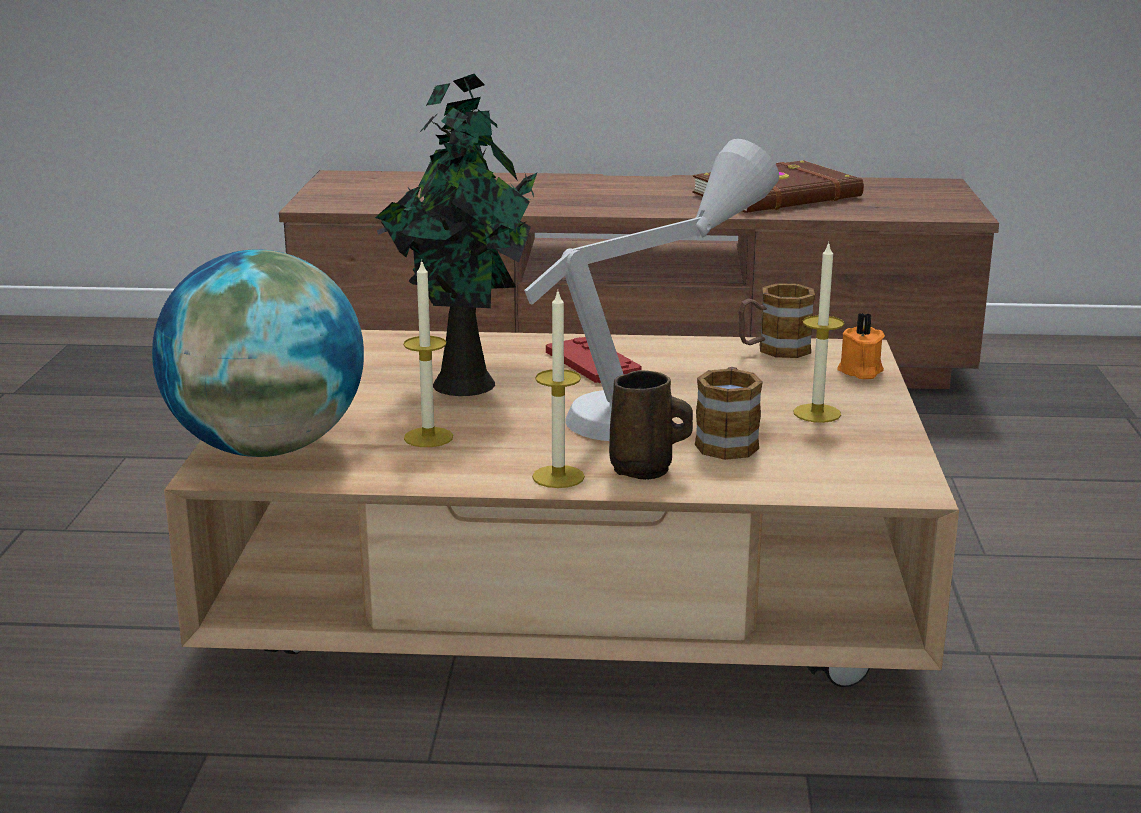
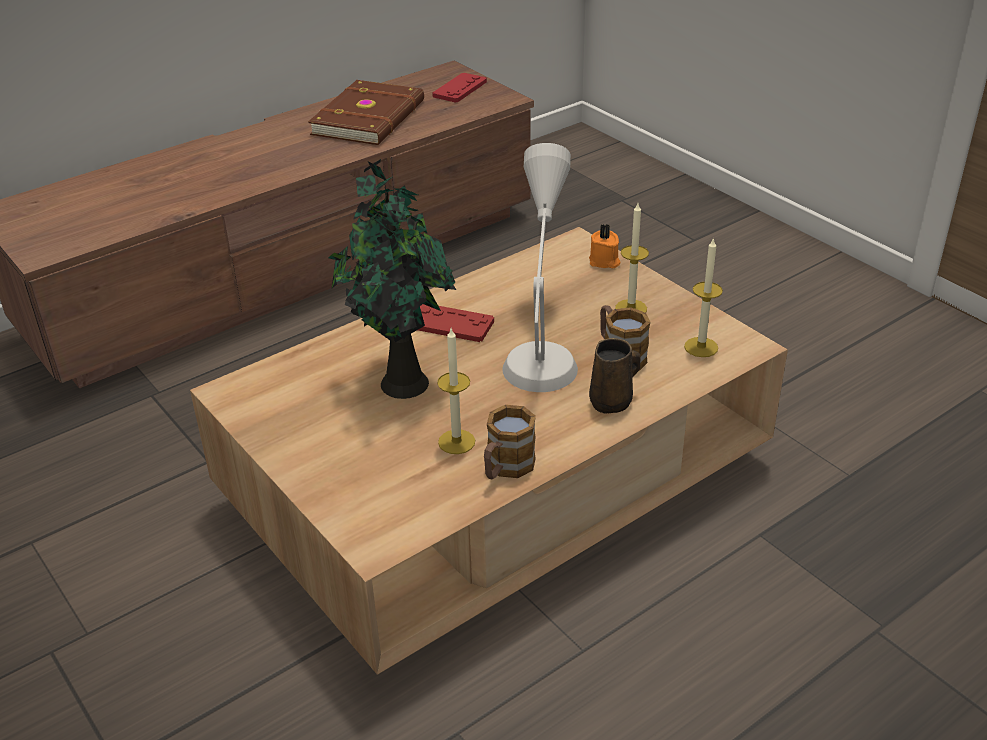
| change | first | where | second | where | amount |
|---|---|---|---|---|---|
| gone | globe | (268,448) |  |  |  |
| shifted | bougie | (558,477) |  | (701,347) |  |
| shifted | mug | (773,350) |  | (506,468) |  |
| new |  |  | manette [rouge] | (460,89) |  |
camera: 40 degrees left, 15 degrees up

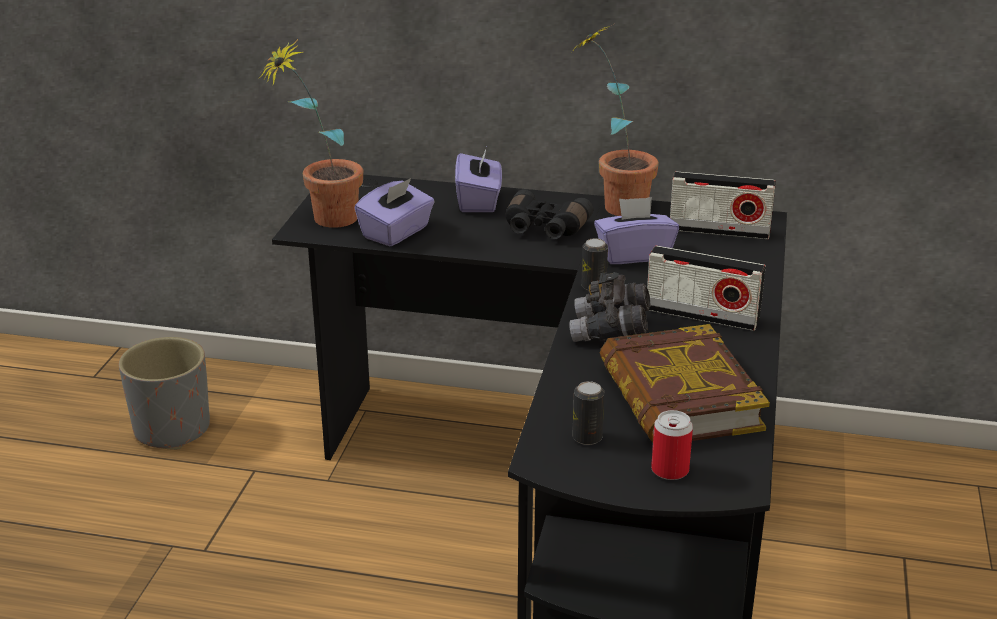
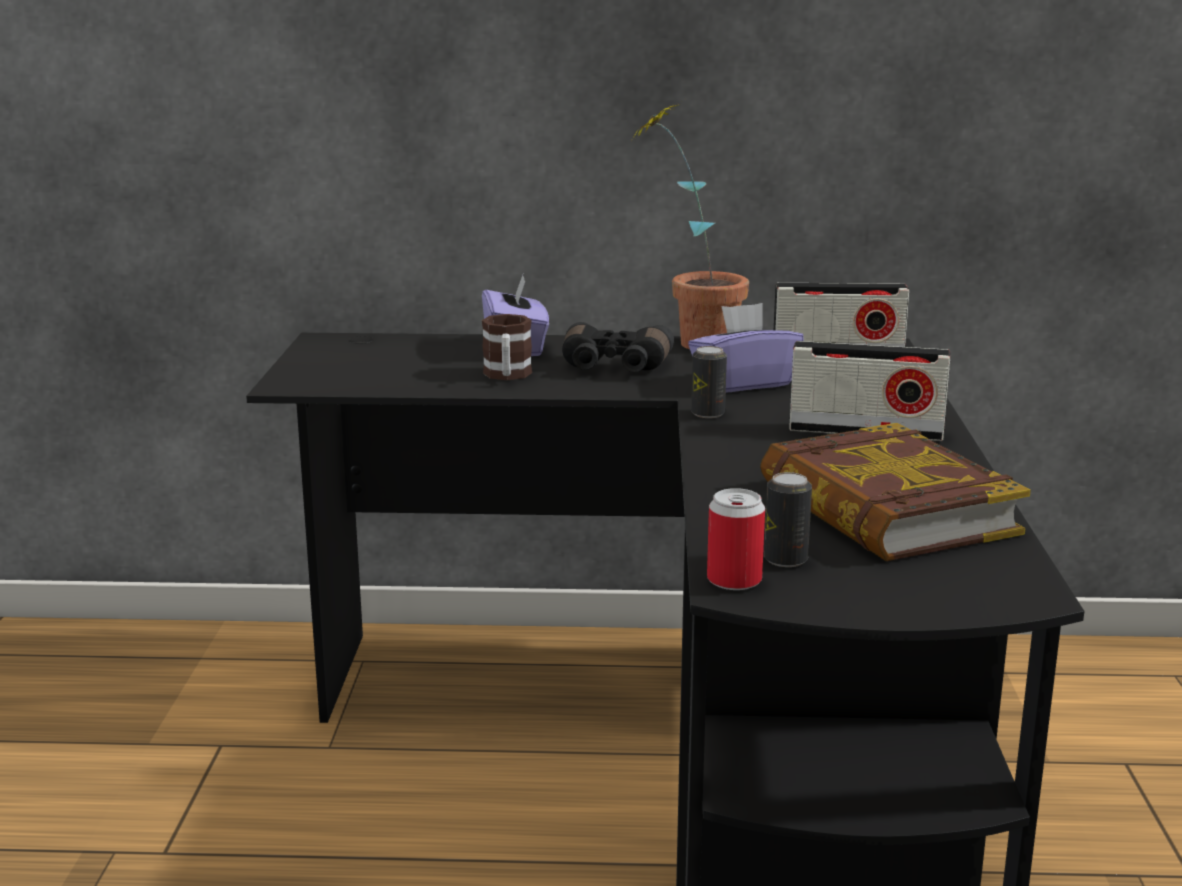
| change | first | where | second | where | amount |
|---|---|---|---|---|---|
| gone | cache-pot [gris] | (172,430) |  |  |  |
| gone | plante en pot | (322,221) |  |  |  |
| gone | boîte à mouchoirs [violet] | (396,233) |  |  |  |
| gone | jumelles [gris] | (610,332) |  |  |  |
| shifted | boîte métallique | (670,470) |  | (734,580) |  |
| new |  |  | mug | (507,376) |  |
camera: 10 degrees left, 10 degrees down

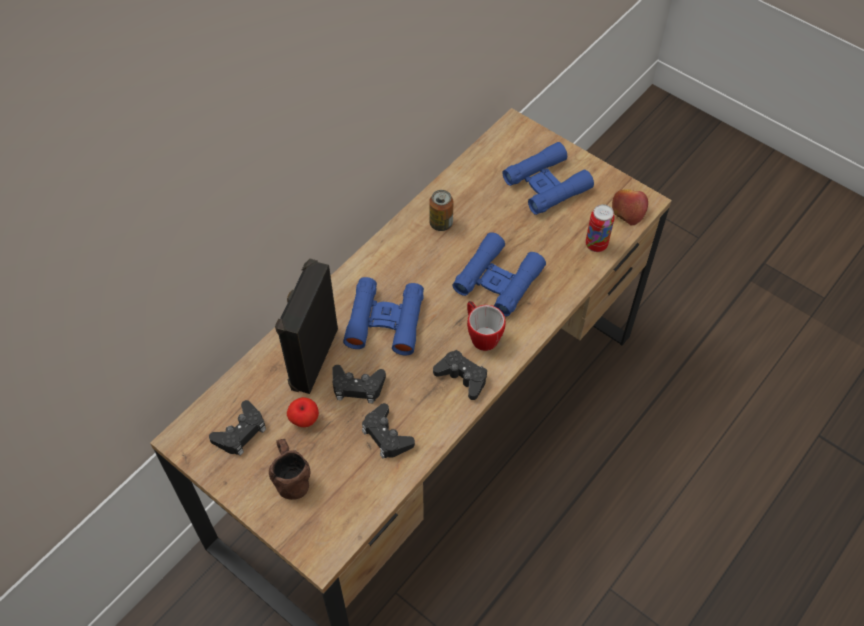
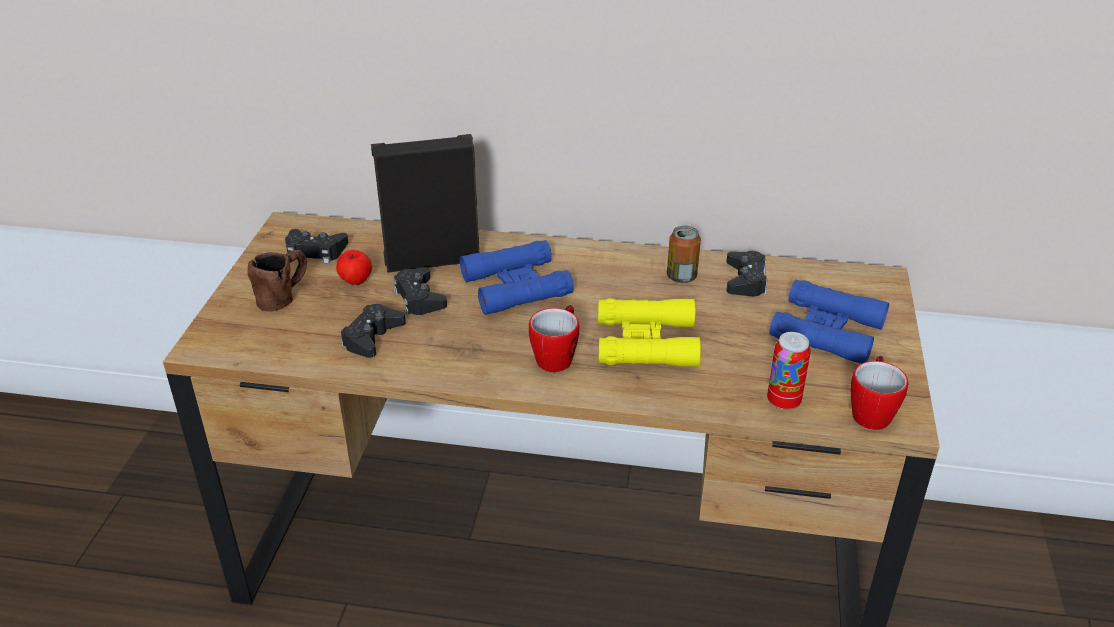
| change | first | where | second | where | amount |
|---|---|---|---|---|---|
| shifted | manette [noir] | (462,377) |  | (745,280) |  |
| repainted | jumelles [bleu] | (498,280) | jumelles [jaune] | (646,342) |  |
| swapped | pomme | (628,210) | mug | (871,411) |  |
camera: 60 degrees right, 20 degrees down

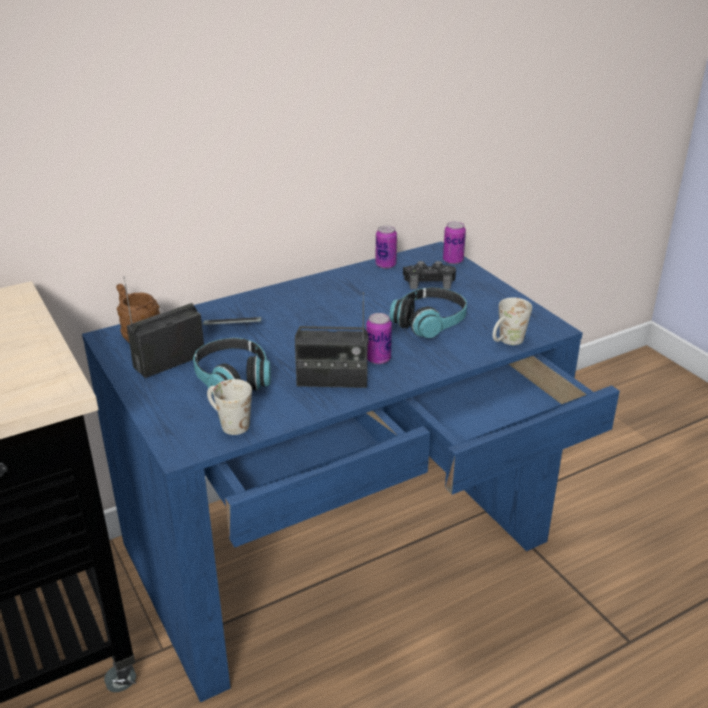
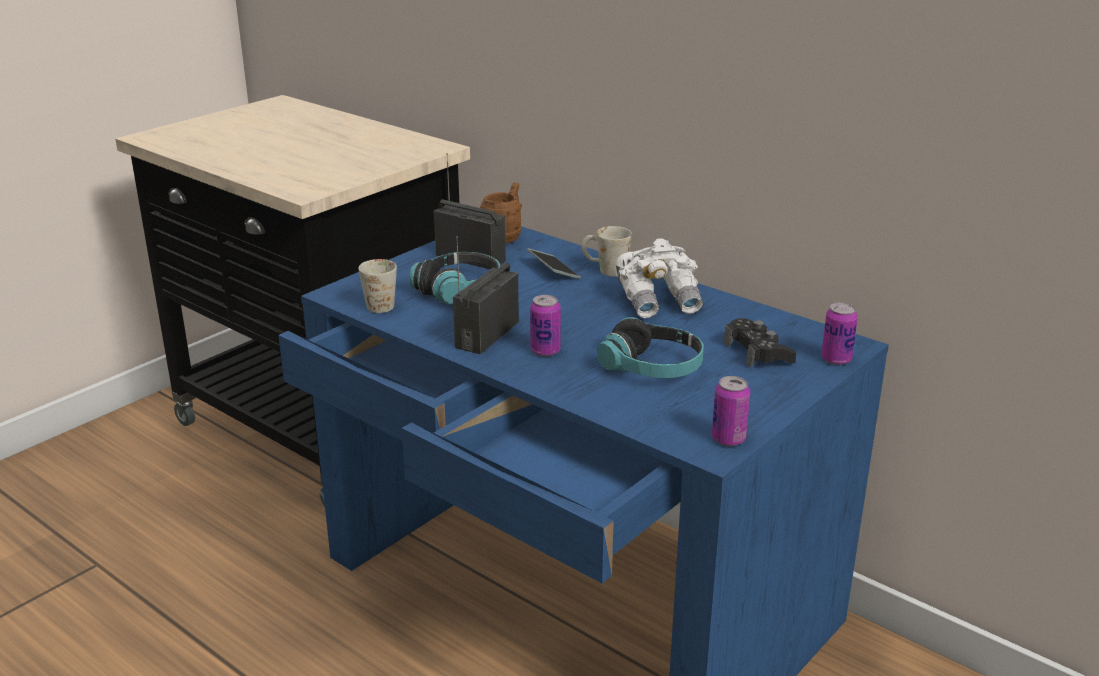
| change | first | where | second | where | amount |
|---|---|---|---|---|---|
| rotated | radio | (332,380) |  | (487,334) | 45 degrees clockwise |
| shifted | boîte métallique | (385,265) |  | (728,439) |  |
| shifted | mug [blanc] | (506,342) |  | (604,270) |  |
| new |  |  | jumelles [blanc] | (659,301) |  |
camera: 70 degrees right, 5 degrees down

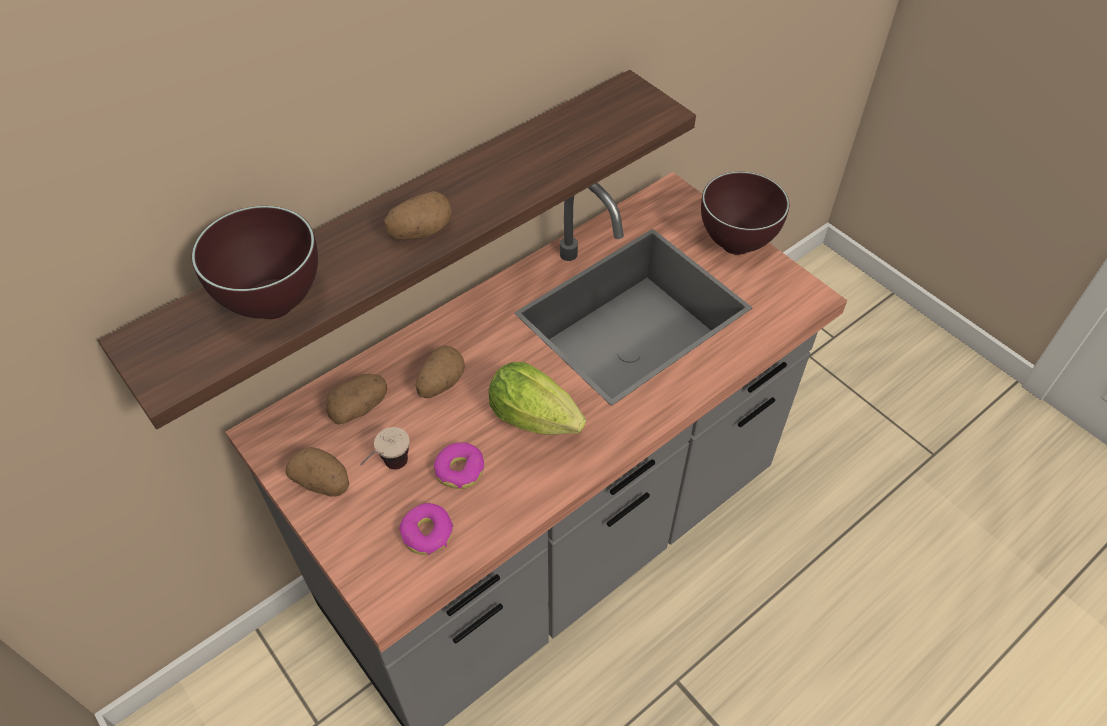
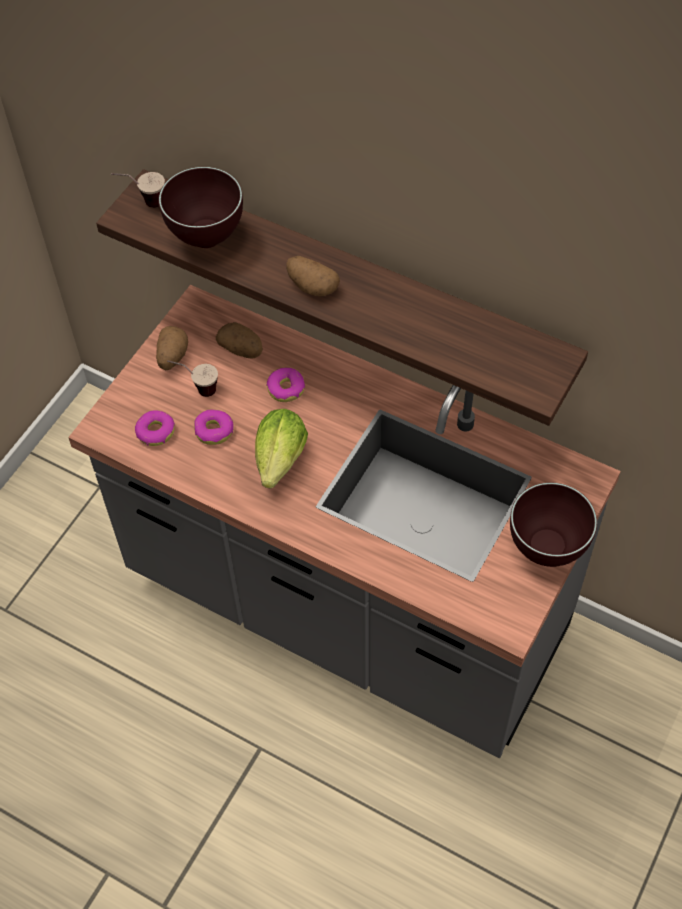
| change | first | where | second | where | amount |
|---|---|---|---|---|---|
| swapped | pomme de terre | (440,383) | beignet | (286,388) |  |
| new |  |  | tasse | (143,203) |  |
camera: 70 degrees right, 5 degrees up

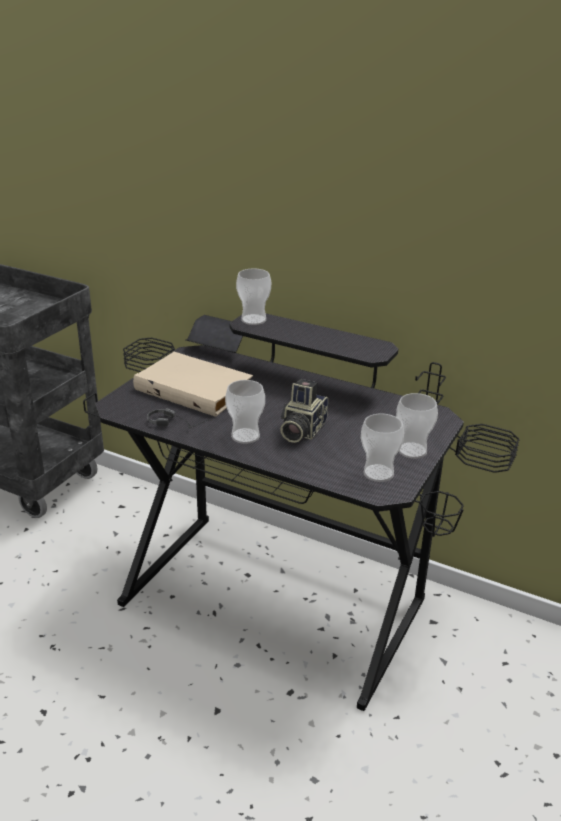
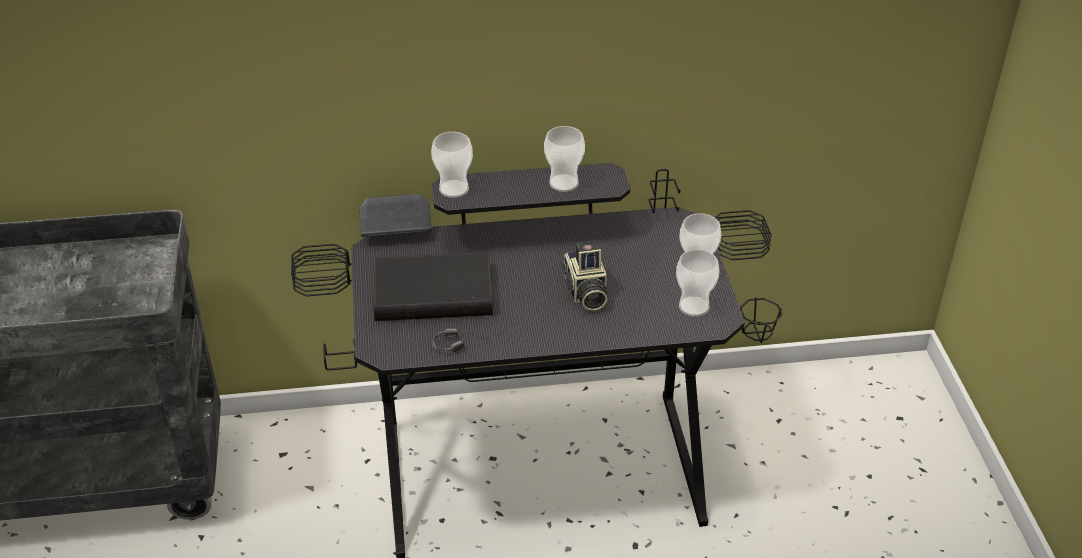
| change | first | where | second | where | amount |
|---|---|---|---|---|---|
| repainted | livre [beige] | (196,388) | livre [noir] | (434,291) |  |
| shifted | tasse | (245,436) |  | (563,183) |  |
camera: 35 degrees left, 10 degrees up

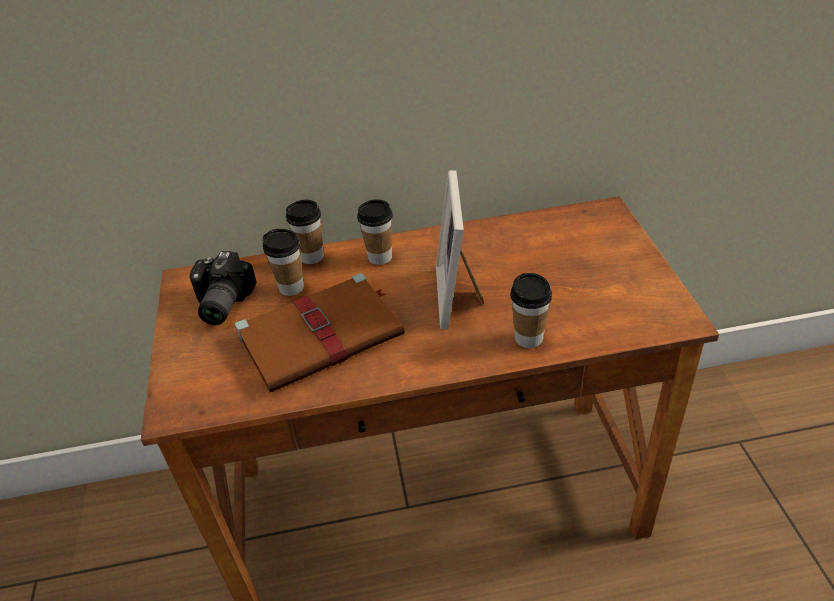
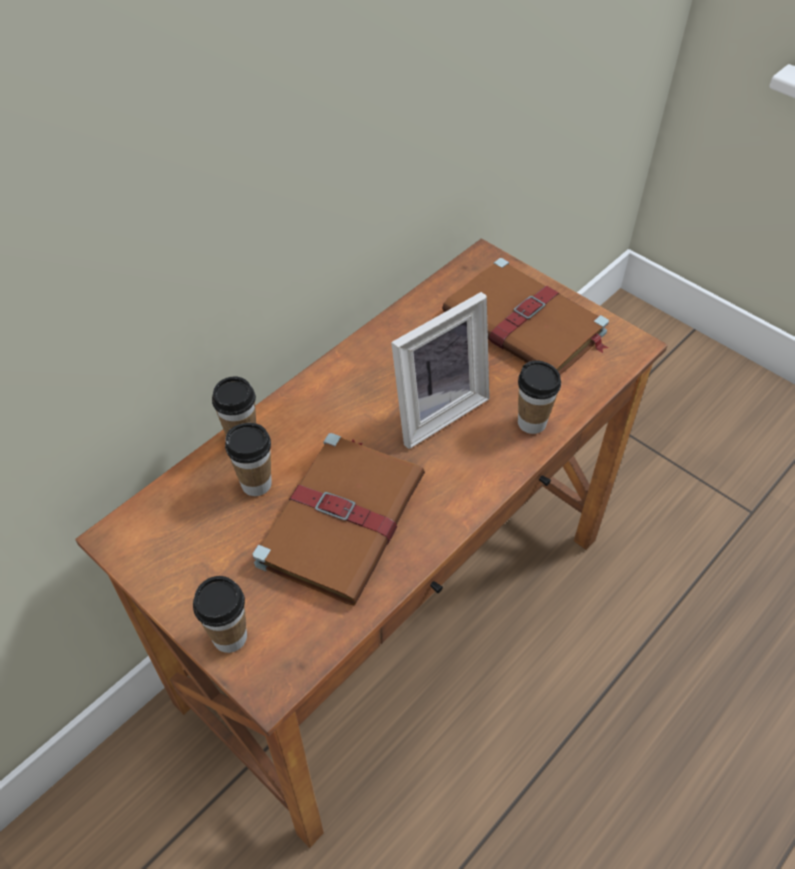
| change | first | where | second | where | amount |
|---|---|---|---|---|---|
| gone | appareil photo | (219,304) |  |  |  |
| shifted | tasse | (380,257) |  | (230,637) |  |
| rotated | cadre photo | (460,296) |  | (434,410) | 90 degrees counterclockwise |
| new |  |  | livre [marron] | (526,324) |  |
camera: 40 degrees left, 10 degrees up

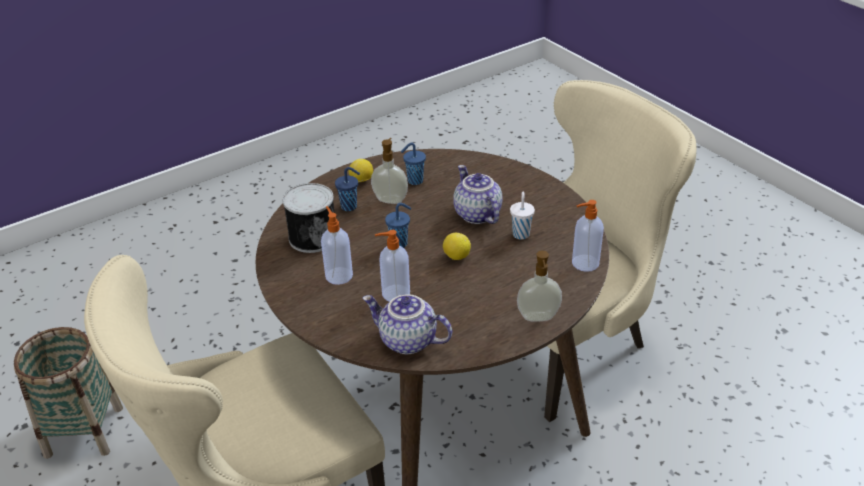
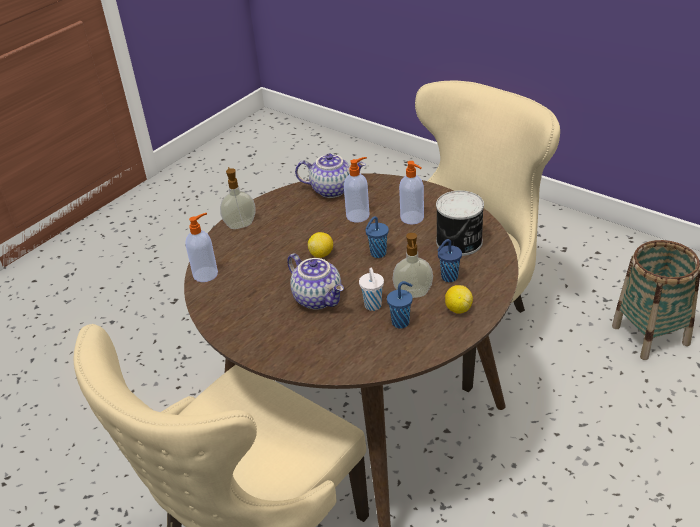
| change | first | where | second | where | amount |
|---|---|---|---|---|---|
| shifted | tasse [blanc] | (521,234) |  | (373,306) |  |
camera: 165 degrees right, 0 degrees up

